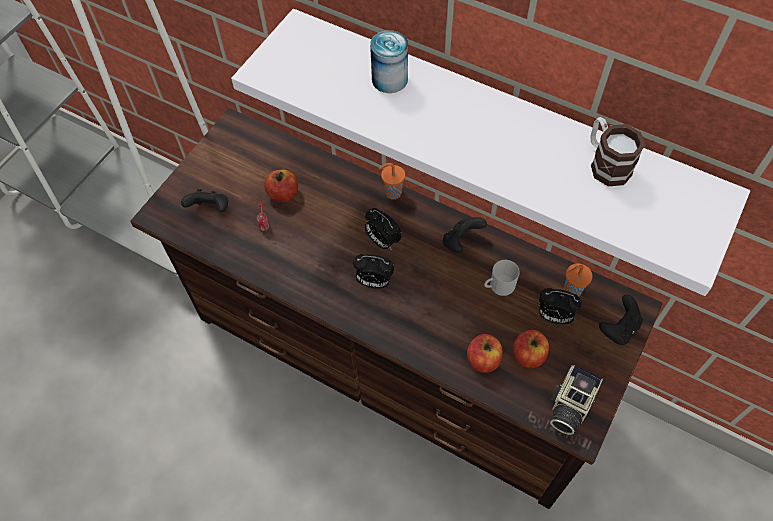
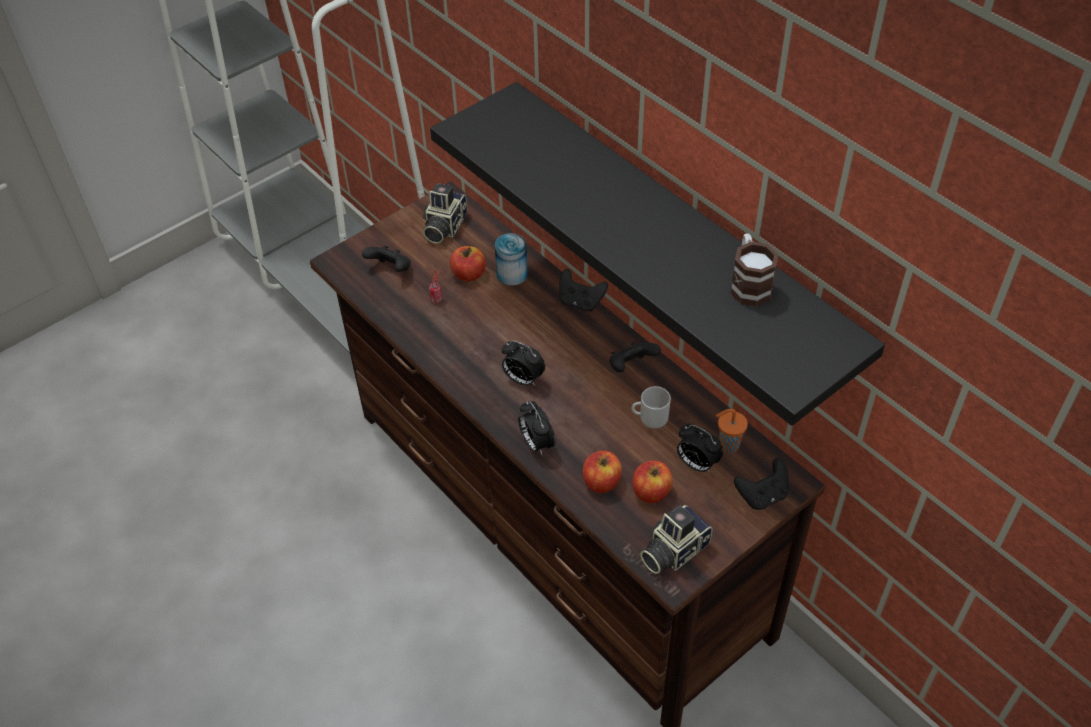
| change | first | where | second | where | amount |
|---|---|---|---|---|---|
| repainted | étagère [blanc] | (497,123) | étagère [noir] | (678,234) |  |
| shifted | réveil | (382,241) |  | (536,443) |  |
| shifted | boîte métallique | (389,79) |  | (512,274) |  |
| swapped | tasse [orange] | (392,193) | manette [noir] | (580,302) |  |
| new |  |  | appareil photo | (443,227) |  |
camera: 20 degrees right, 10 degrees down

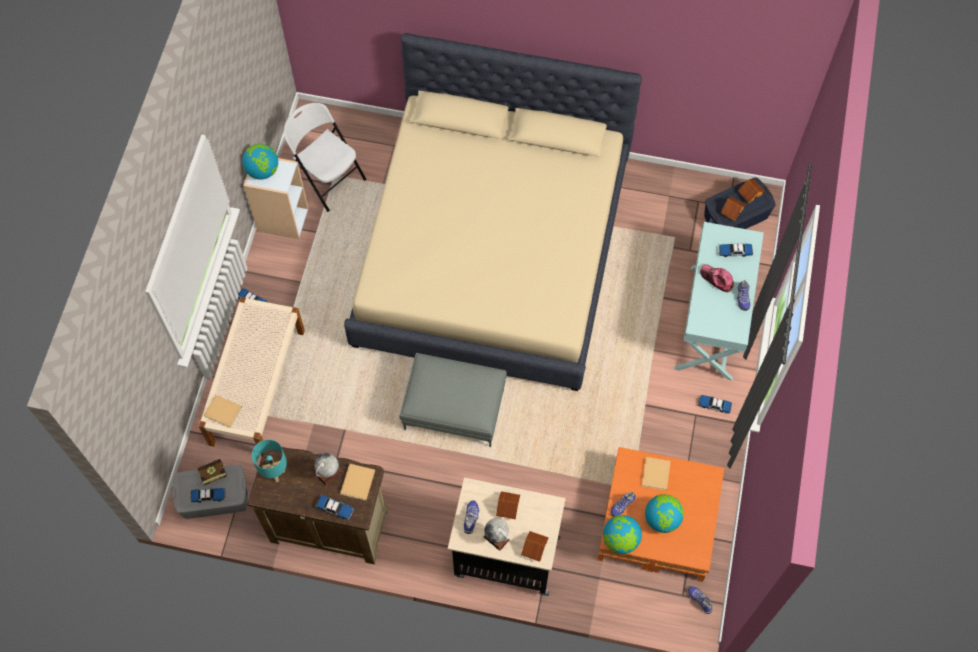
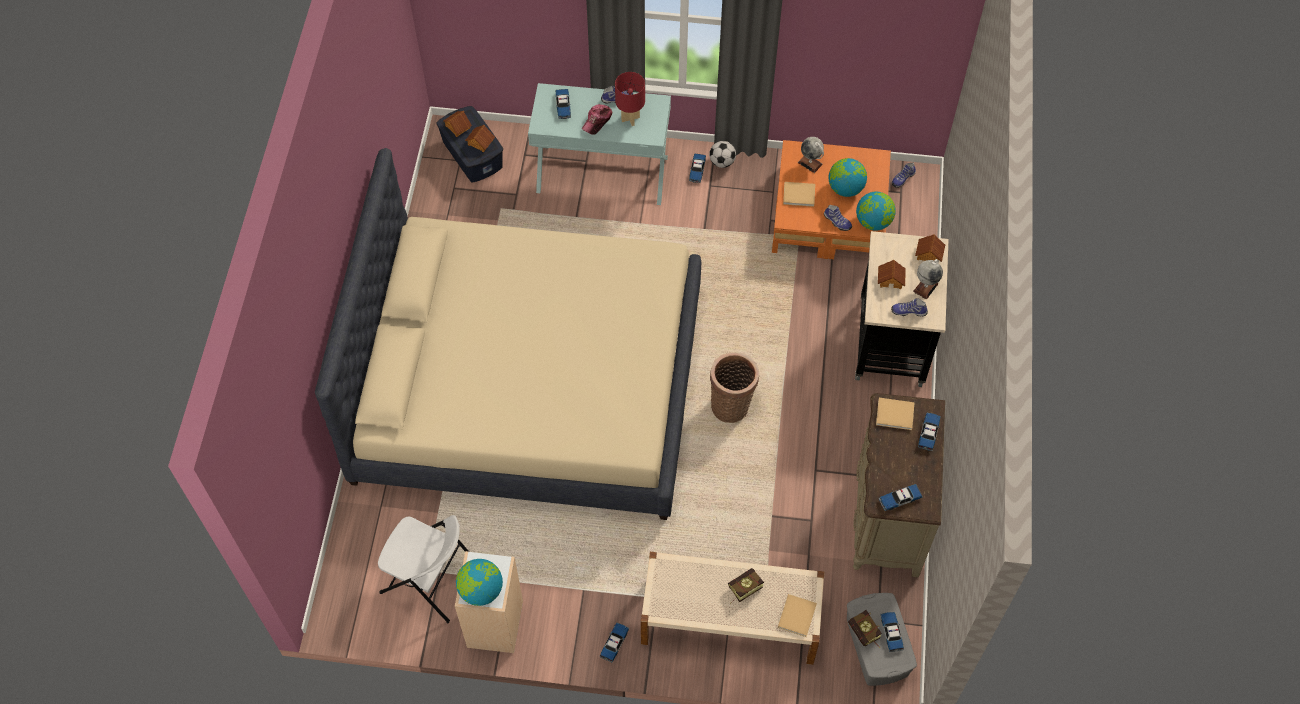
| change | first | where | second | where | amount |
|---|---|---|---|---|---|
| swapped | lampe de table [turquoise] | (275,473) | petite voiture | (900,499) |  |
| rotated | chaise [blanc] | (327,177) |  | (430,579) | 105 degrees counterclockwise |
| shifted | globe | (329,474) |  | (810,163) |  |
| swapped | pouf [gris] | (455,409) | panier | (731,405) |  |
| new |  |  | lampe de table [rouge] | (630,119) |  |
| new |  |  | ballon de foot | (722,162) |  |
| new |  |  | livre | (742,590) |  |
camera: 95 degrees left, 5 degrees down

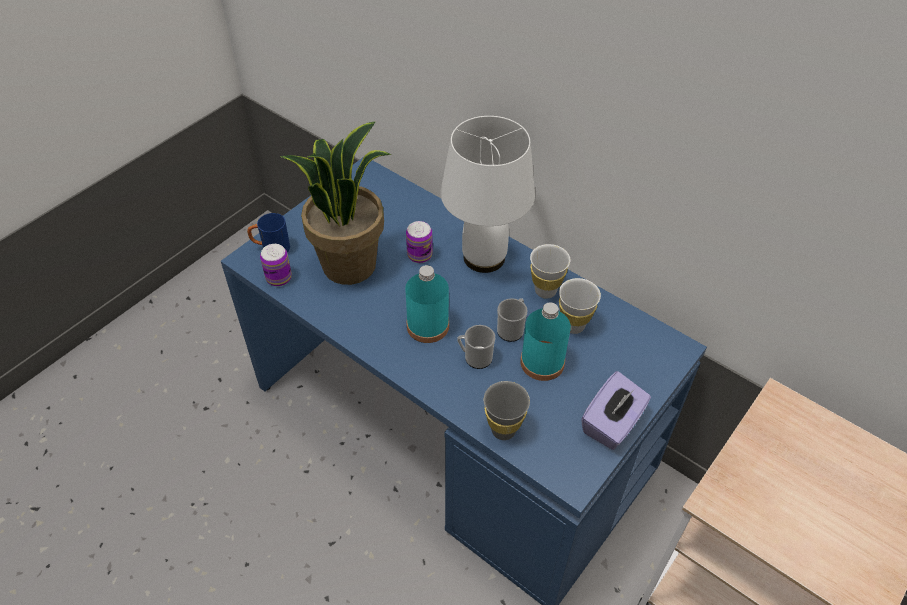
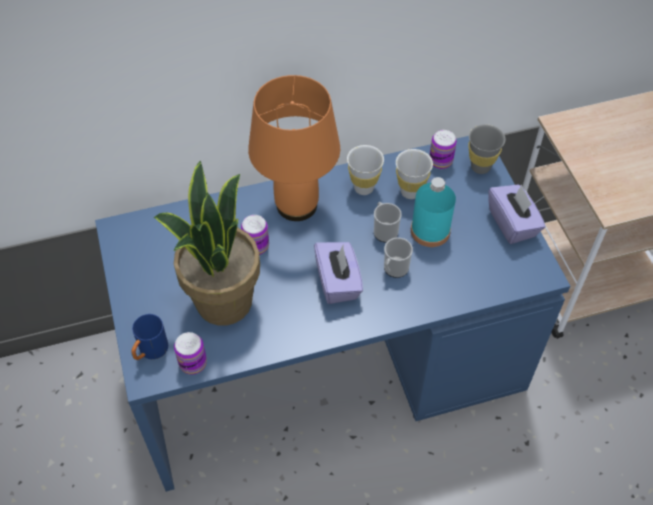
| change | first | where | second | where | amount |
|---|---|---|---|---|---|
| swapped | bouteille [turquoise] | (428,326) | boîte à mouchoirs [violet] | (338,282) |  |
| repainted | lampe de table [blanc] | (484,258) | lampe de table [orange] | (297,205) |  |
| shifted | tasse [gris] | (503,430) |  | (480,167) |  |
| new |  |  | boîte métallique | (440,161) |  |
camera: 55 degrees left, 5 degrees up

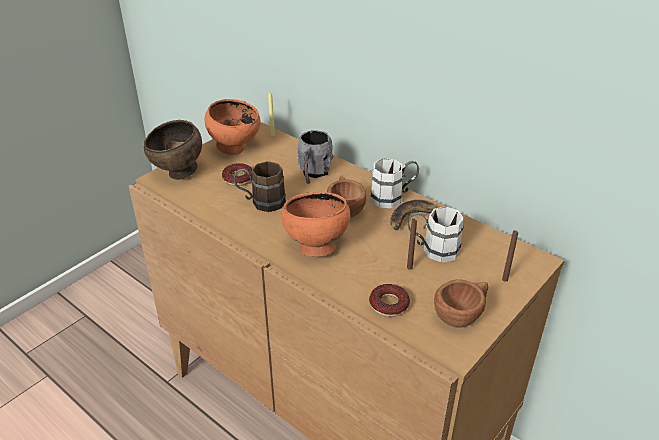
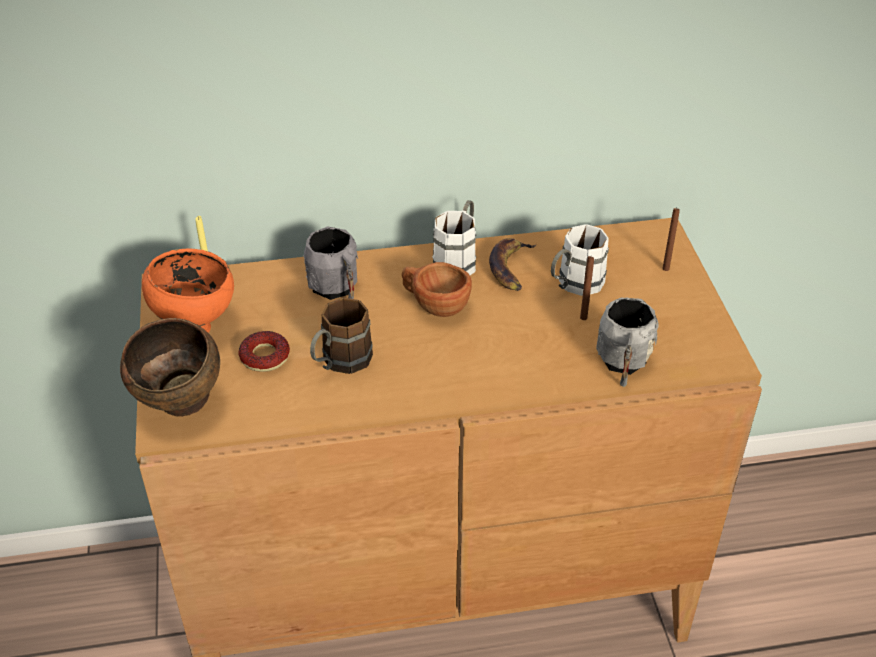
| change | first | where | second | where | amount |
|---|---|---|---|---|---|
| gone | bol [orange] | (315,248) |  |  |  |
| swapped | beignet | (389,304) | mug [gris] | (622,365) |  |
| gone | tasse [marron] | (462,315) |  |  |  |
camera: 50 degrees left, 5 degrees up

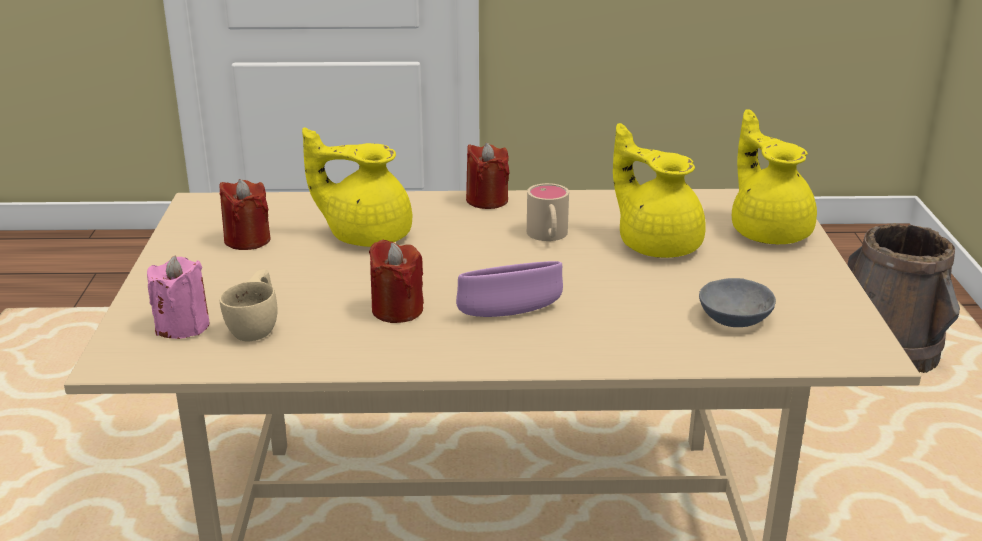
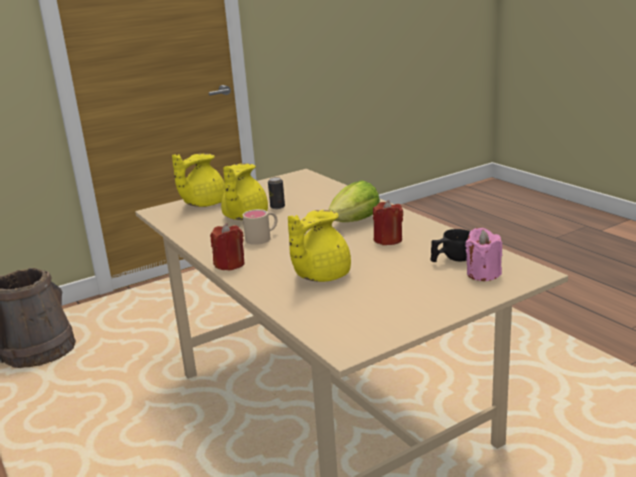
| change | first | where | second | where | amount |
|---|---|---|---|---|---|
| gone | bougie [rouge] | (247,240) |  |  |  |
| repainted | tasse [beige] | (257,326) | tasse [noir] | (451,259) |  |
| rotated | théière [jaune] | (366,235) |  | (320,276) | 60 degrees clockwise |
| swapped | bol [violet] | (510,313) | laitue | (355,221) |  |
| gone | bol [gris] | (732,316) |  |  |  |
| new |  |  | boîte métallique | (277,207) |  |
camera: 120 degrees left, 5 degrees down

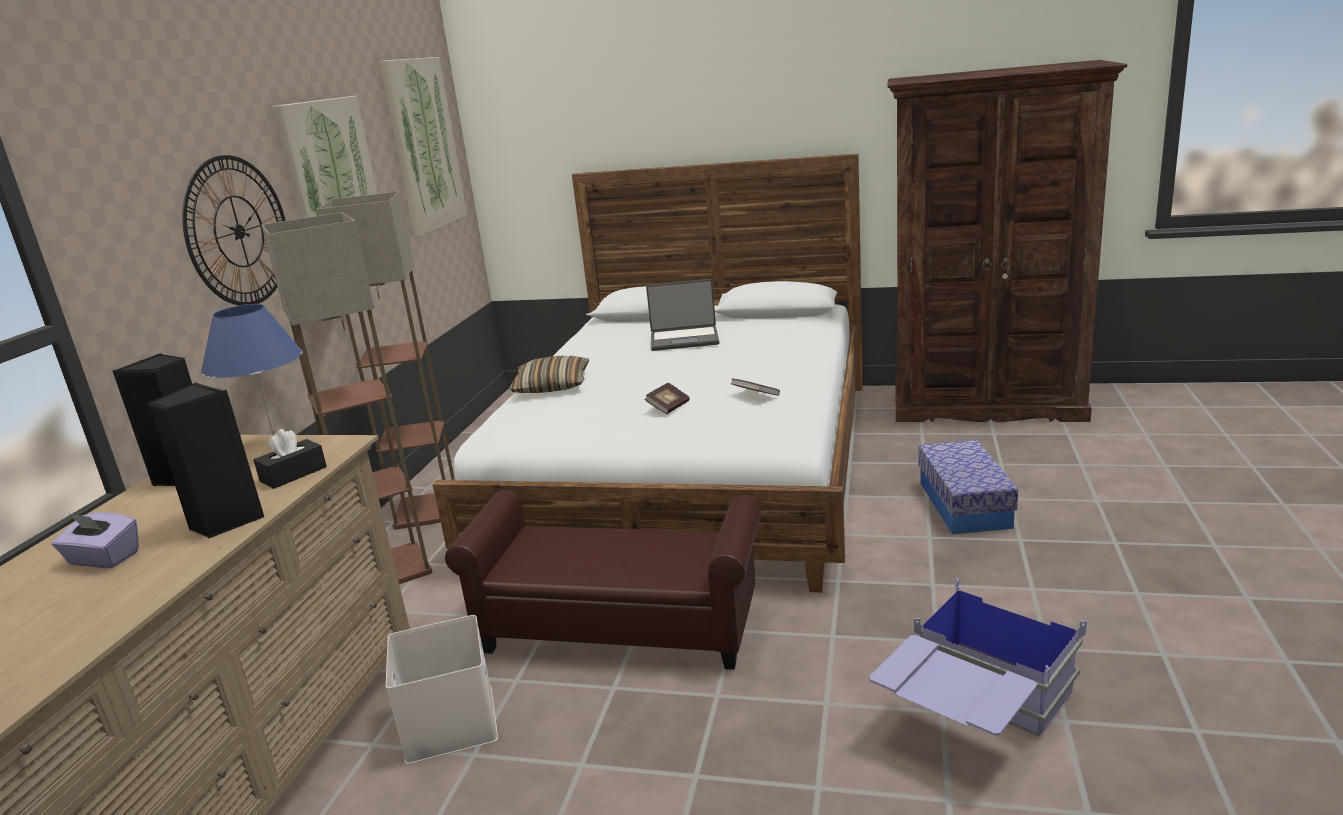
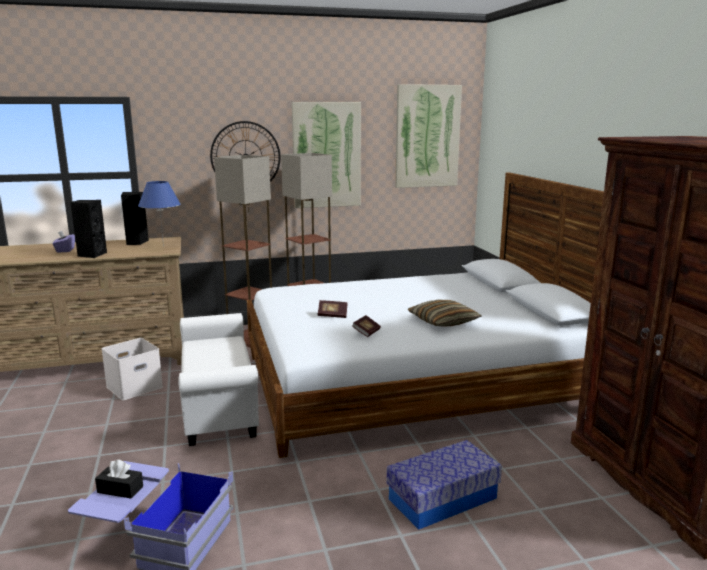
| change | first | where | second | where | amount |
|---|---|---|---|---|---|
| shifted | boîte à mouchoirs [noir] | (293,474) |  | (120,489) |  |
| repainted | pouf [marron] | (619,628) | pouf [blanc] | (219,405) |  |
| shifted | coussin | (552,386) |  | (443,321) |  |
| gone | ordinateur portable | (684,339) |  |  |  |
camera: 60 degrees right, 5 degrees down

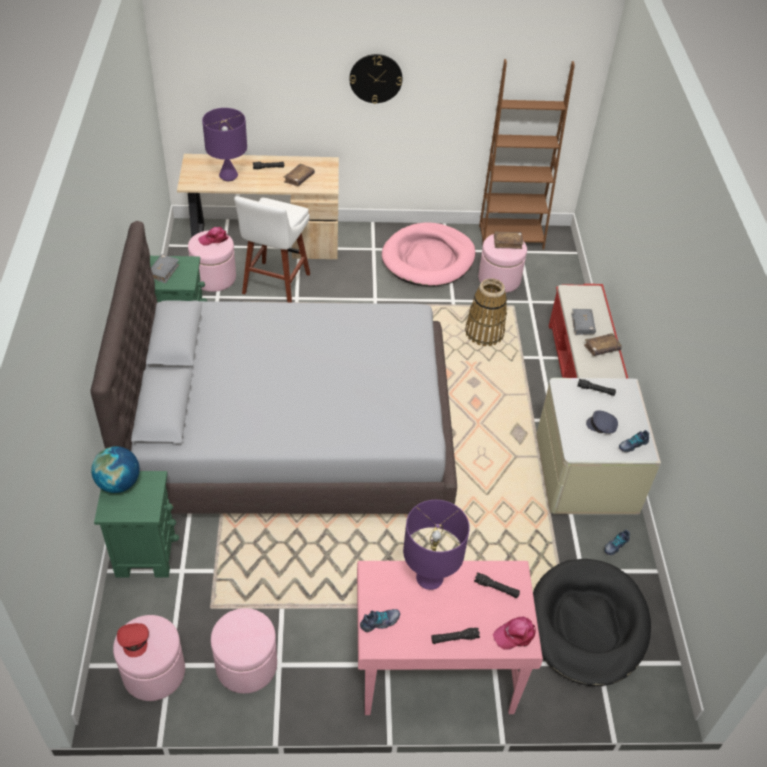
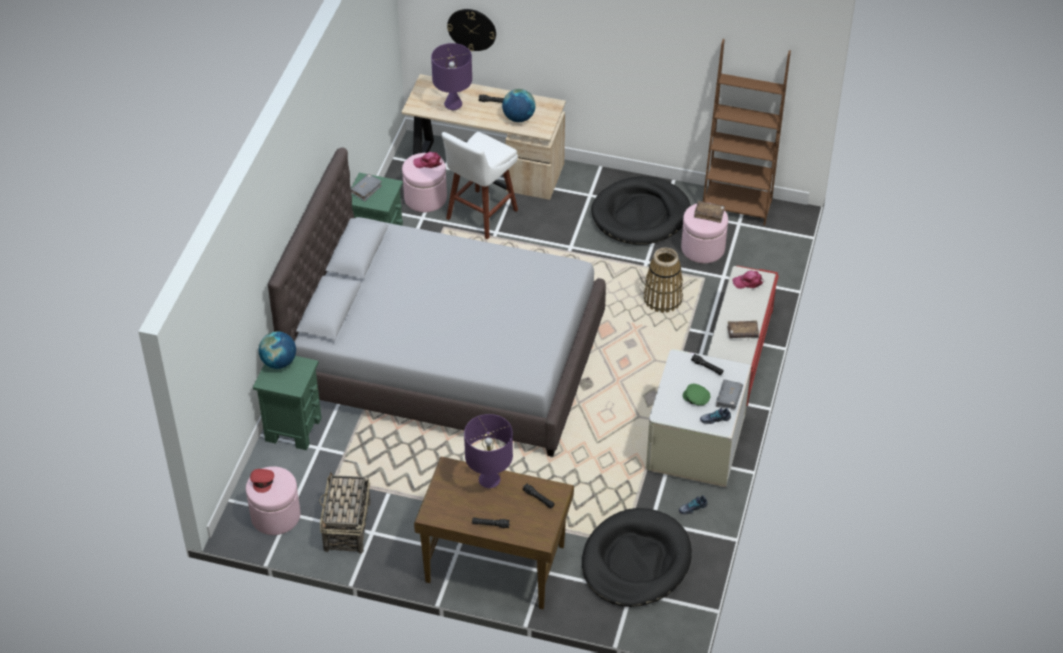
| change | first | where | second | where | amount |
|---|---|---|---|---|---|
| swapped | pouf [rose] | (246,665) | panier | (347,527) |  |
| swapped | livre [marron] | (299,179) | globe | (518,118) |  |
| shifted | horloge murale | (375,78) |  | (472,29) |  |
| repainted | bureau [rose] | (435,667) | bureau [marron] | (494,562) |  |
| gone | chaussure | (380,622) |  |  |  |
| repainted | panier pour chien [rose] | (428,258) | panier pour chien [noir] | (641,214) |  |
| shifted | casquette [rose] | (515,634) |  | (748,282) |  |
| shifted | livre [gris] | (582,325) |  | (729,397) |  |
| repainted | casquette [gris] | (602,426) | casquette [vert] | (696,398) |  |
camera: 20 degrees right, 0 degrees up

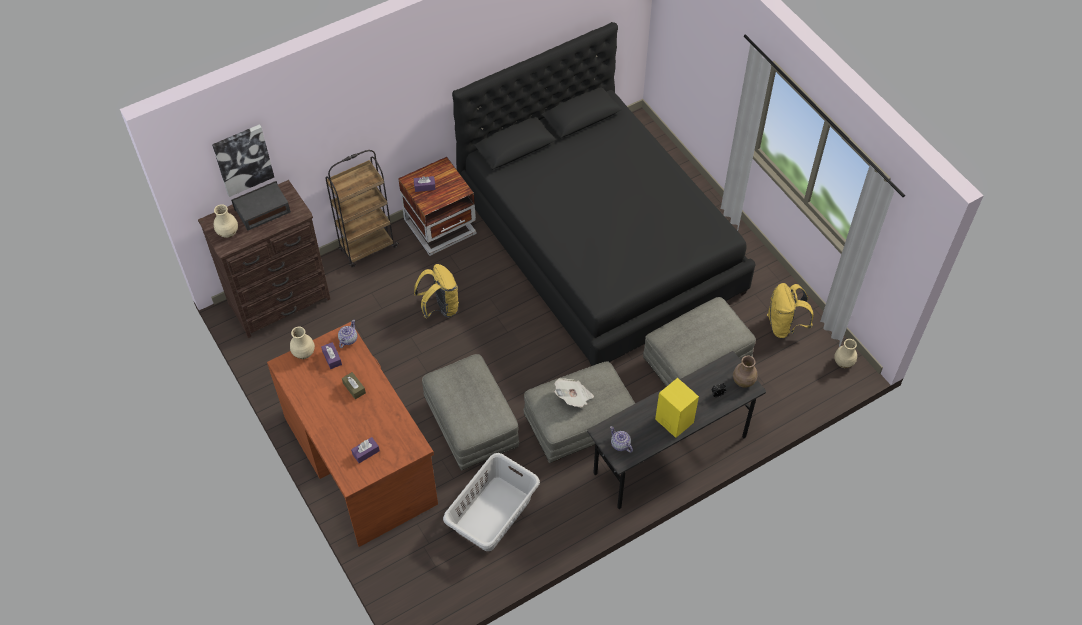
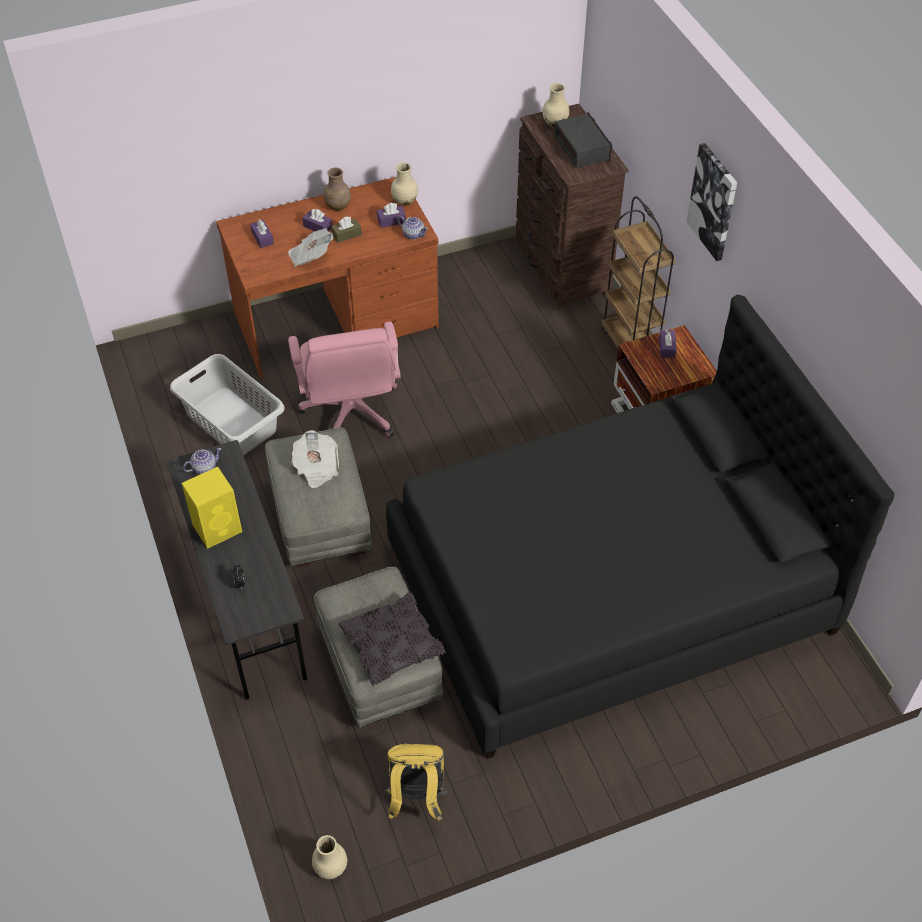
| change | first | where | second | where | amount |
|---|---|---|---|---|---|
| shifted | tableau | (243,159) |  | (713,202) |  |
| gone | sac à dos [jaune] | (440,308) |  |  |  |
| swapped | pouf [gris] | (472,425) | chaise de bureau [rose] | (351,417) |  |
| shifted | vase [marron] | (743,381) |  | (338,206) |  |
| new |  |  | journal | (310,257) |  |
| new |  |  | boîte à mouchoirs [violet] | (317,227) |  |
| new |  |  | coussin [noir] | (392,645) |  |
camera: 100 degrees right, 5 degrees down

